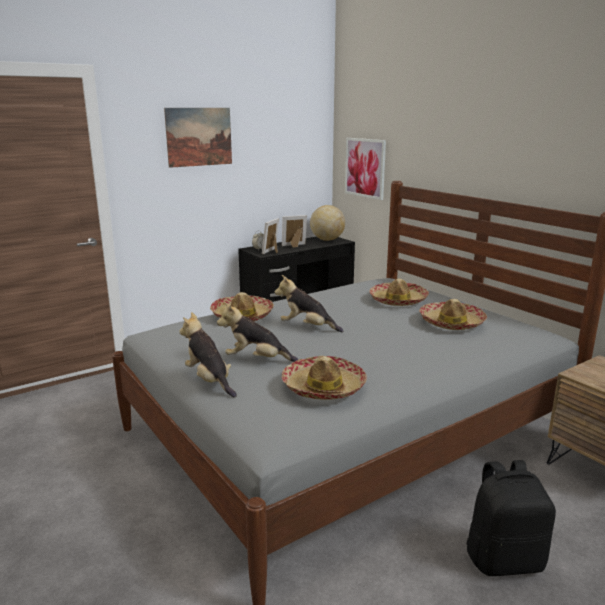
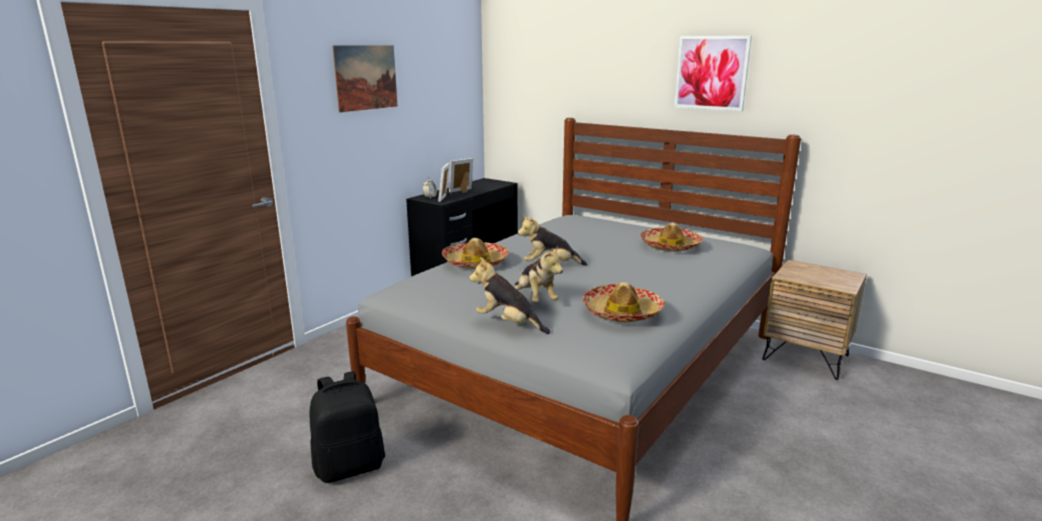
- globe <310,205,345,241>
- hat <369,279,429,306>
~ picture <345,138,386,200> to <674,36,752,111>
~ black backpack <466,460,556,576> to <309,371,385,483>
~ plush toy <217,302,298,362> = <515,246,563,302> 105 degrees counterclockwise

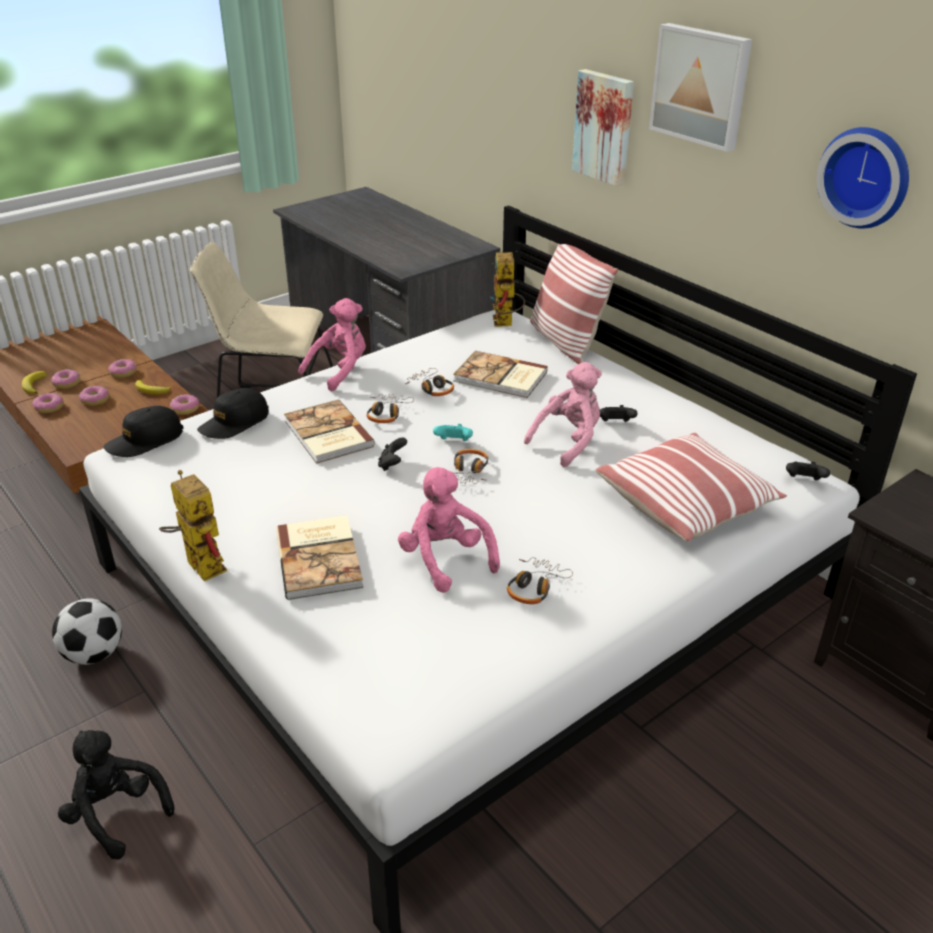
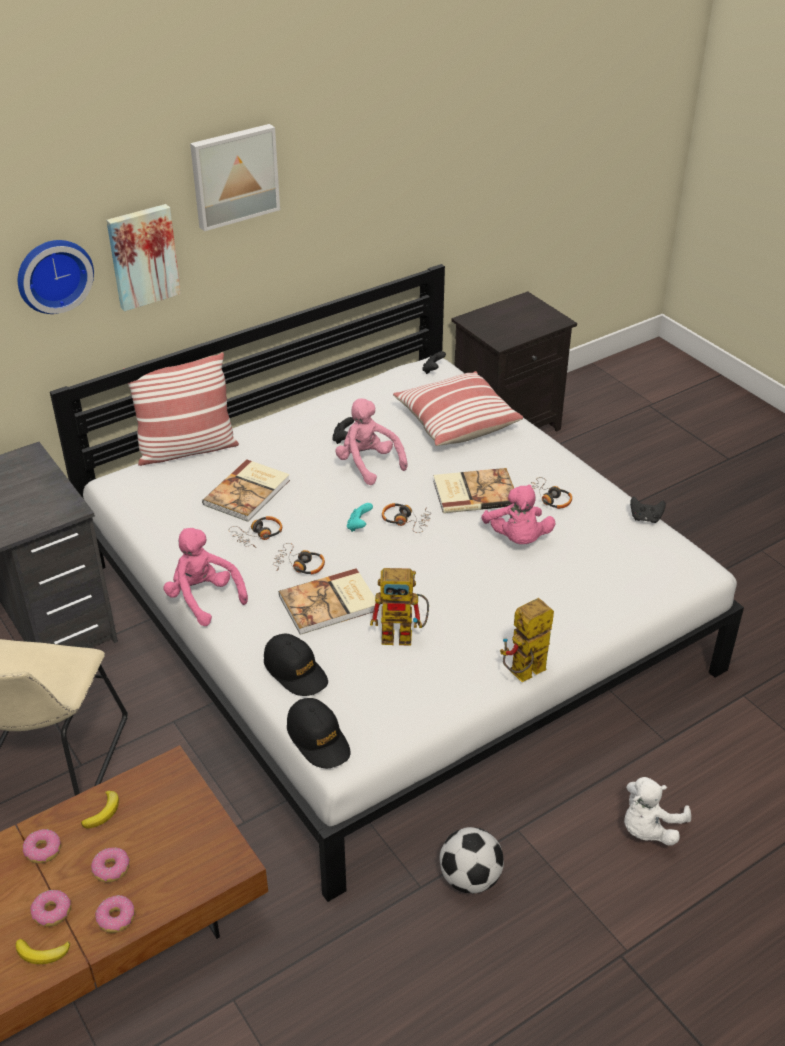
- donut <170,394,199,415>
~ book <276,515,363,600> to <433,468,514,513>
~ black game controller <378,437,407,471> to <630,497,666,523>
~ toy robot <490,252,525,327> to <370,568,429,646>
~ wall clock <817,127,909,229> to <18,240,94,314>
~ black plush toy <58,730,174,859> to white plush toy <624,777,691,846>
~ pink plush toy <398,467,500,593> = <481,484,555,544> 75 degrees counterclockwise

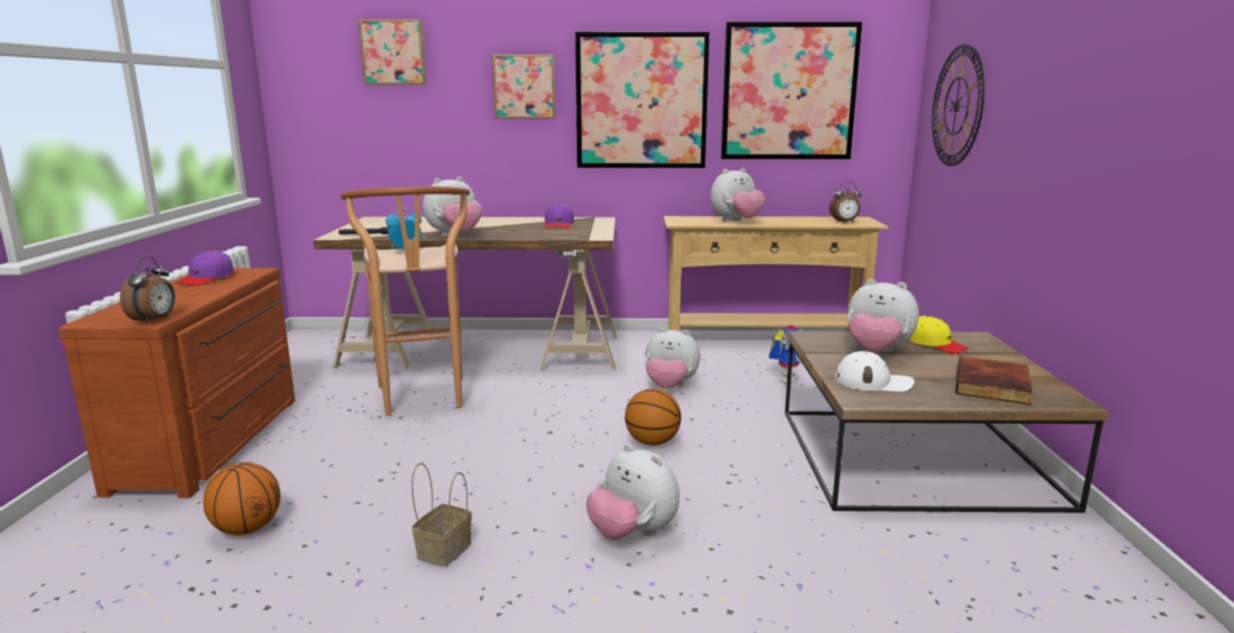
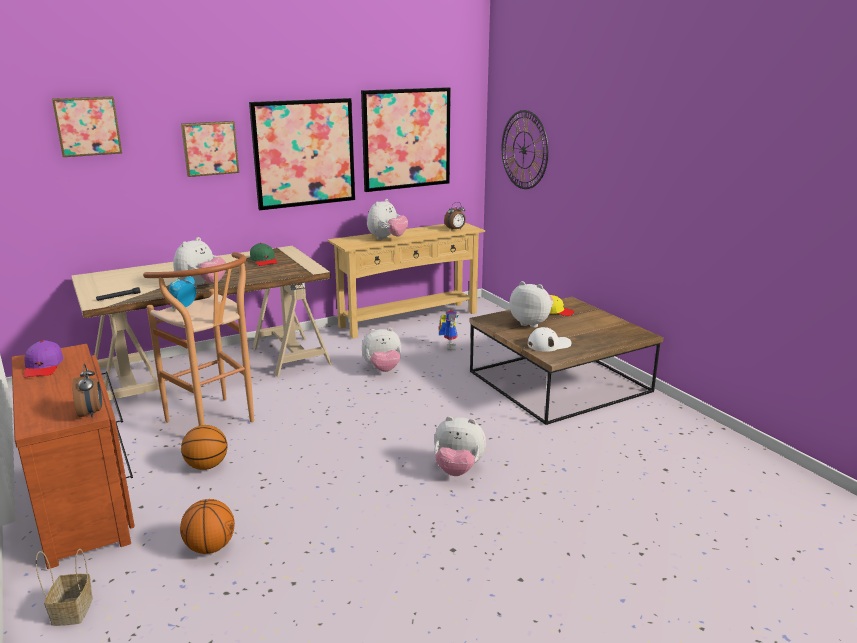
- book <956,356,1033,405>
~ basket <412,463,472,567> to <36,549,93,626>
~ basketball <625,389,681,445> to <181,425,227,470>
~ purple cap <545,203,574,228> to green cap <250,243,277,266>
~ plush toy <847,279,919,352> = <510,281,554,328> 150 degrees counterclockwise

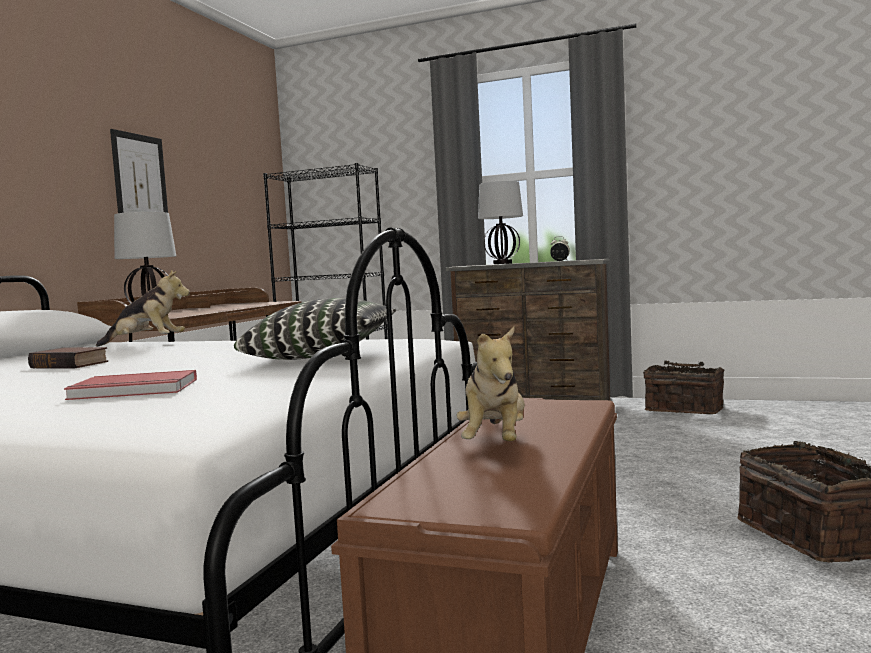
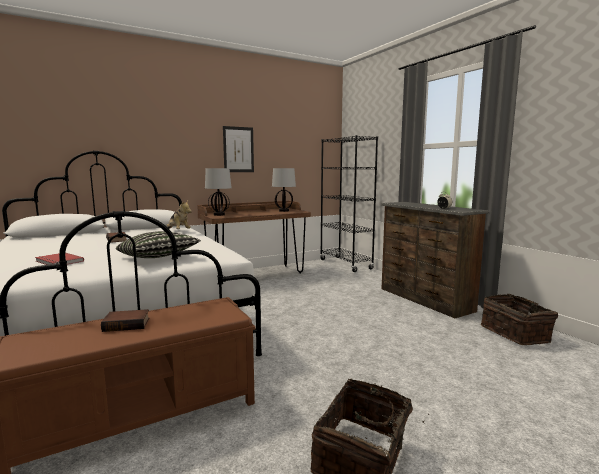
~ table lamp <478,181,523,264> to <272,168,296,212>
~ plush toy <456,327,525,441> to book <101,309,150,332>

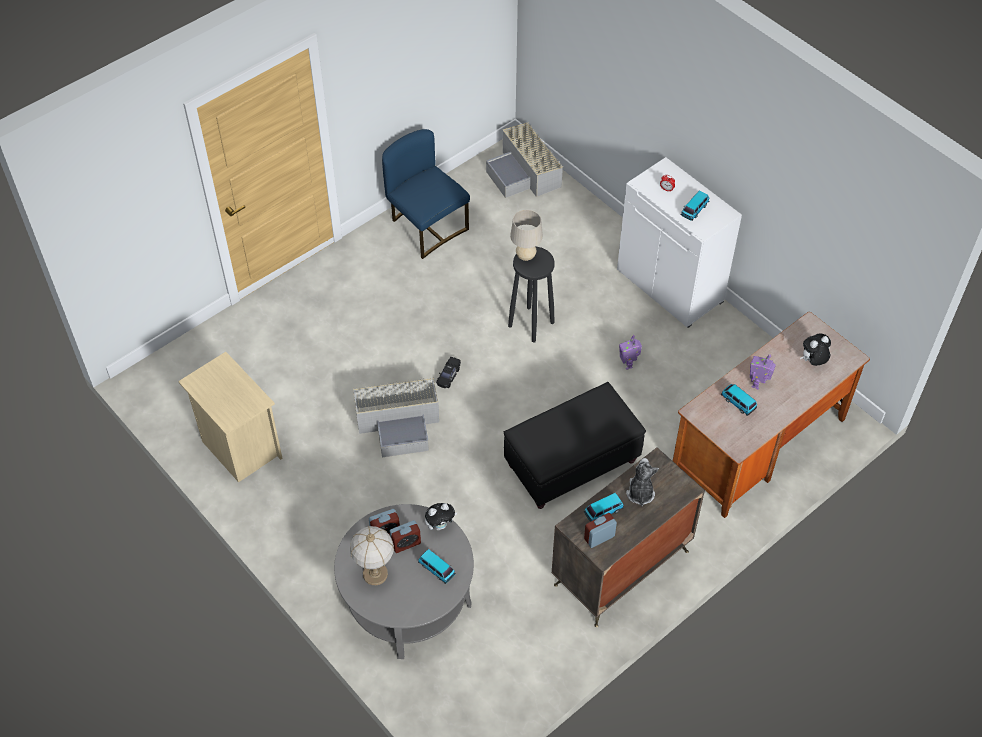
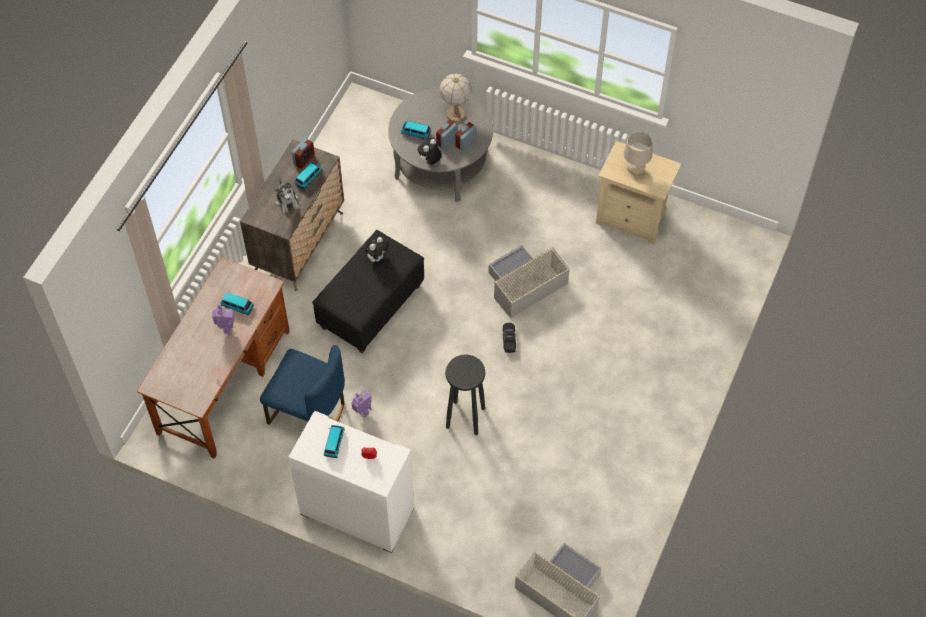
~ blue chair <382,129,470,259> to <260,345,345,425>
~ beige table lamp <510,210,543,261> to <624,132,652,175>
~ plush toy <800,334,831,366> to <365,237,389,262>

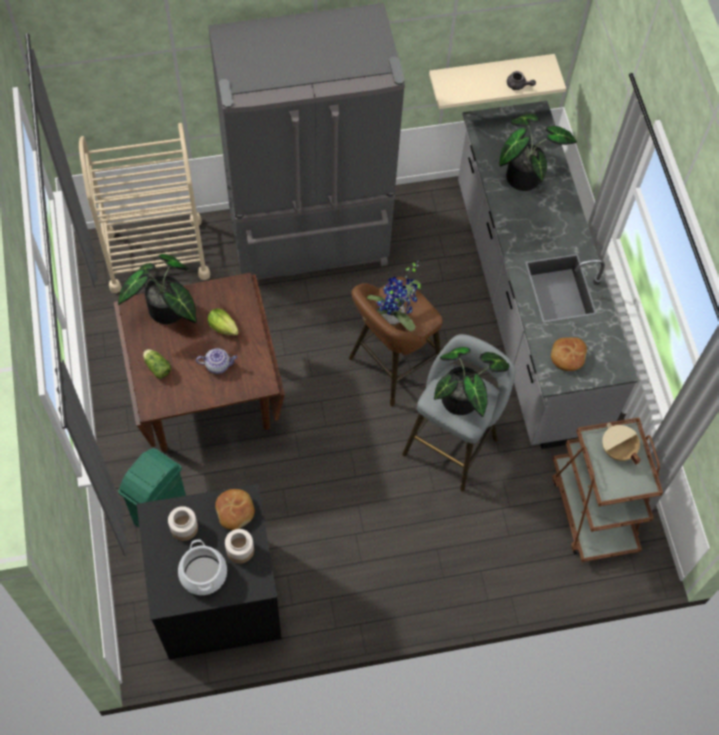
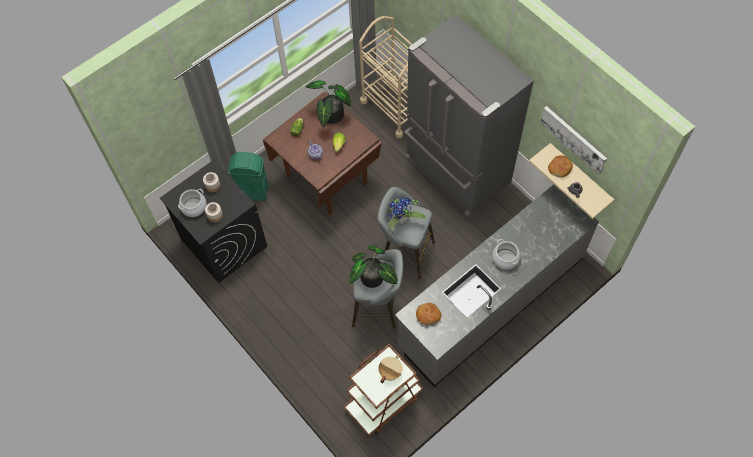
- potted plant <499,114,577,191>
+ cooking pot <492,239,520,270>
+ picture <540,106,607,174>
~ bread <215,489,255,530> to <548,155,573,177>
~ brown stool <349,277,443,406> to grey stool <377,187,435,279>

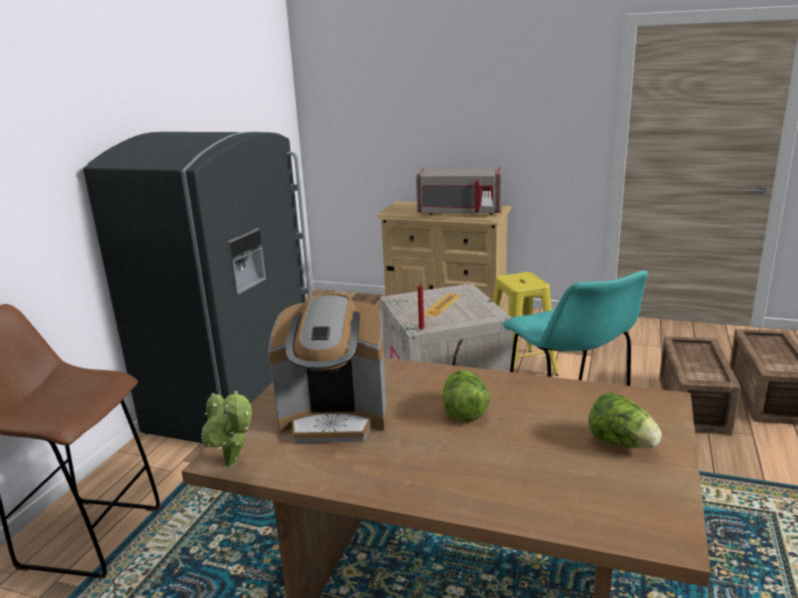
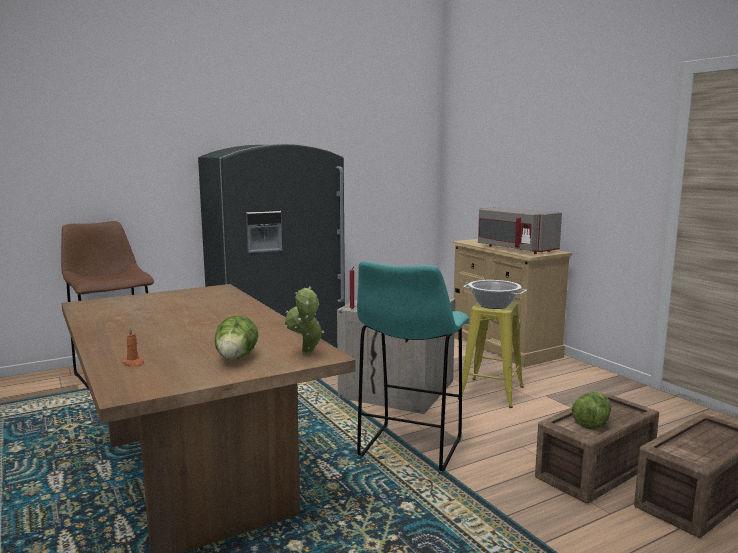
- coffee machine <268,294,388,443>
+ orange candle <122,327,144,367>
+ cooking pot <463,280,527,309>
~ potted plant <202,391,252,468> to <285,286,324,355>
~ lettuce <443,370,490,422> to <572,392,611,429>

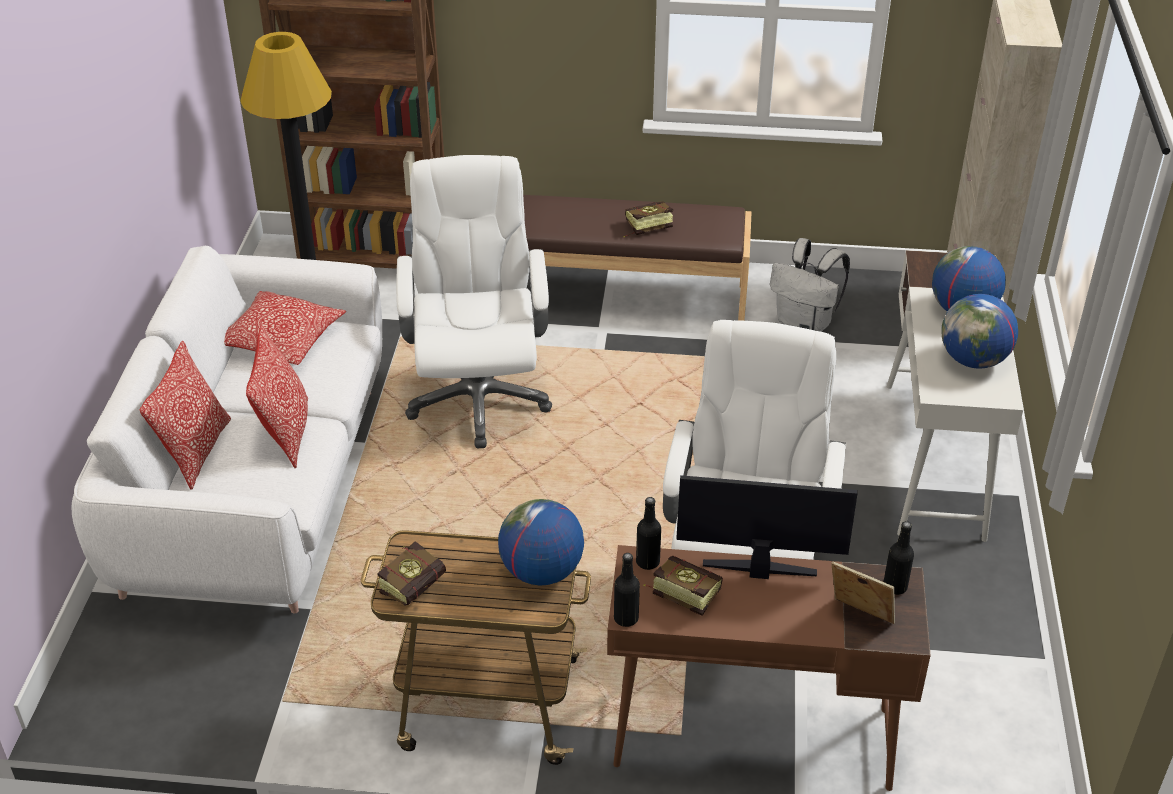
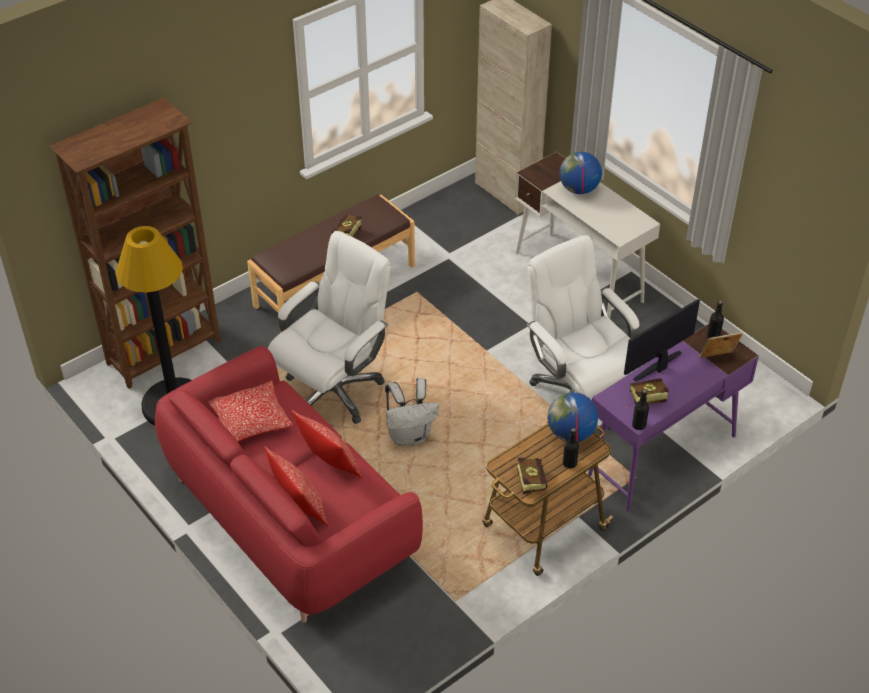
- globe <941,294,1018,369>
~ black bottle <636,497,661,570> to <563,428,579,469>
~ white backpack <770,238,850,332> to <385,377,439,446>
~ white sofa <71,246,382,613> to red sofa <155,346,423,623>
~ brown desk <607,545,931,791> to purple desk <588,324,759,511>
~ white office chair <396,155,552,449> = <268,231,391,424> 90 degrees clockwise

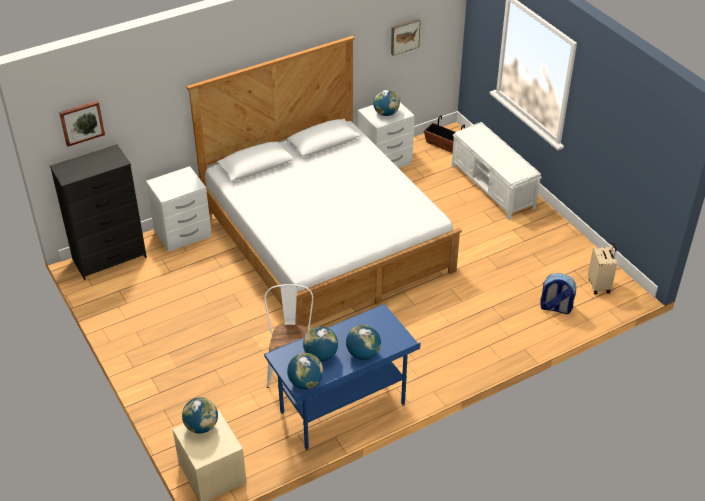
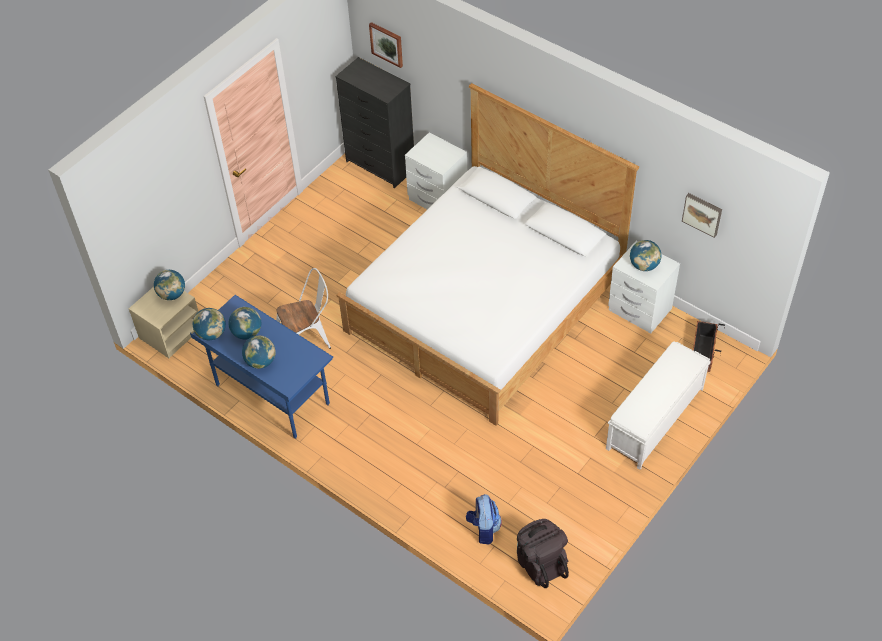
~ beige suitcase <588,243,617,294> to black backpack <517,519,569,588>

